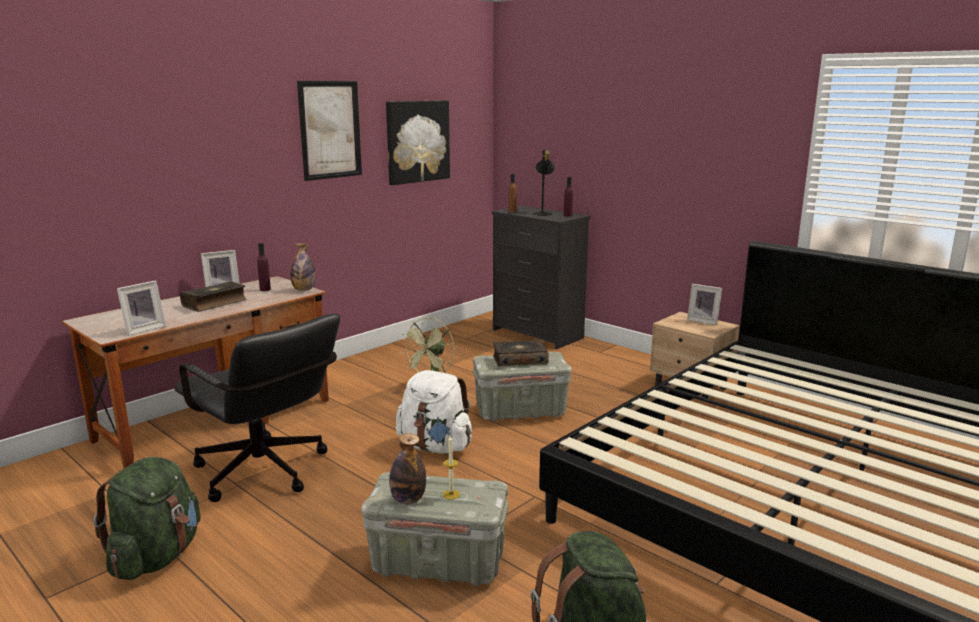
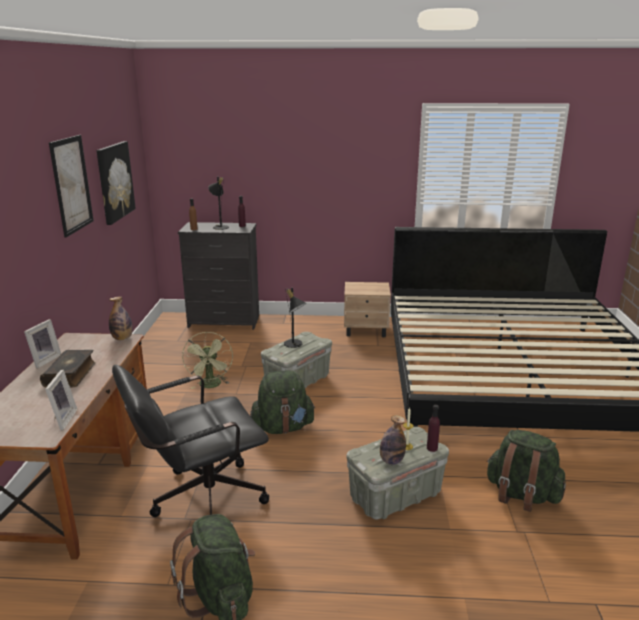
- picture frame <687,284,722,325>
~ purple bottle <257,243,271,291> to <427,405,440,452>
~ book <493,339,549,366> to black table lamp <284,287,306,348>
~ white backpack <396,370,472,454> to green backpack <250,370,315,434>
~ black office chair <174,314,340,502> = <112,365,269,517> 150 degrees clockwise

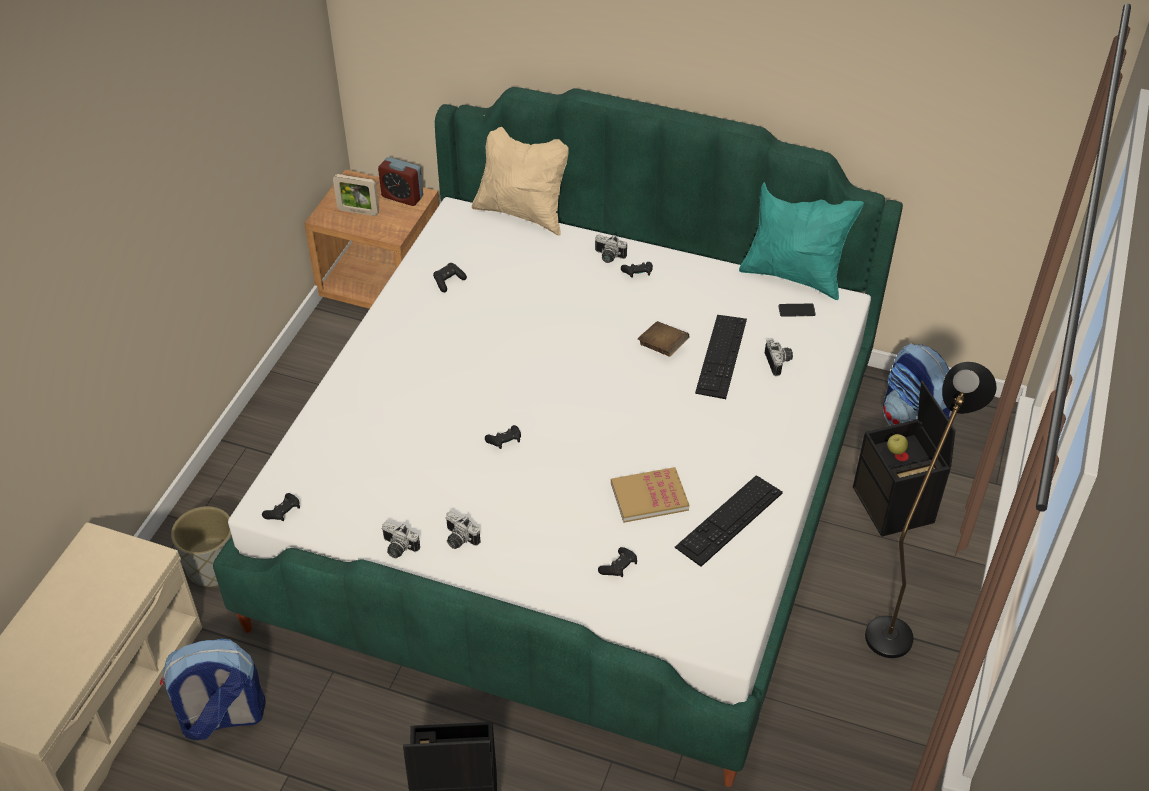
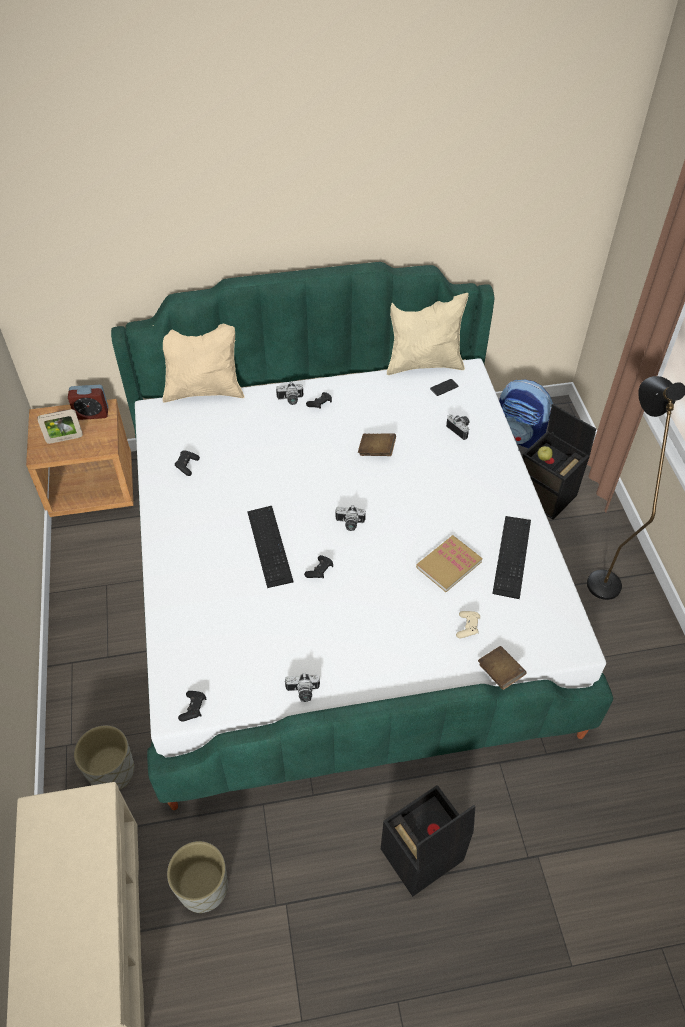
+ brown book <478,646,527,690>
~ photo camera <445,511,480,549> to <335,505,366,531>
~ keyboard <695,315,747,399> to <247,506,294,588>
~ backpack <160,639,266,741> to grey planter <167,841,228,913>
~ black game controller <598,547,637,577> to beige game controller <456,611,480,638>
~ turquoise pillow <739,182,864,300> to beige pillow <387,293,469,375>

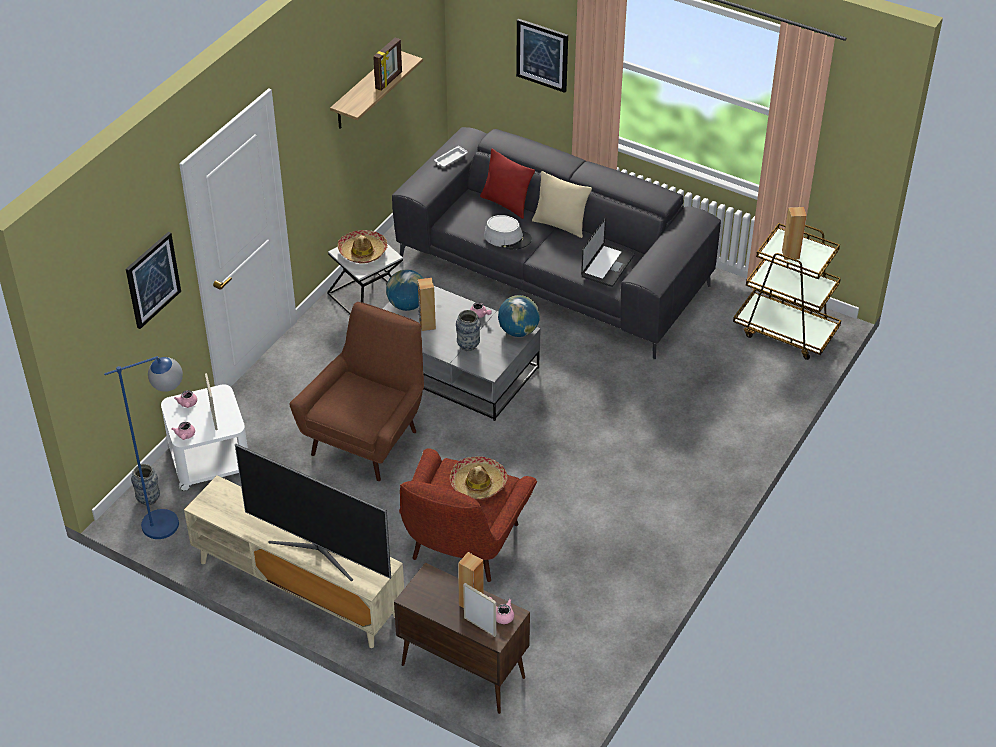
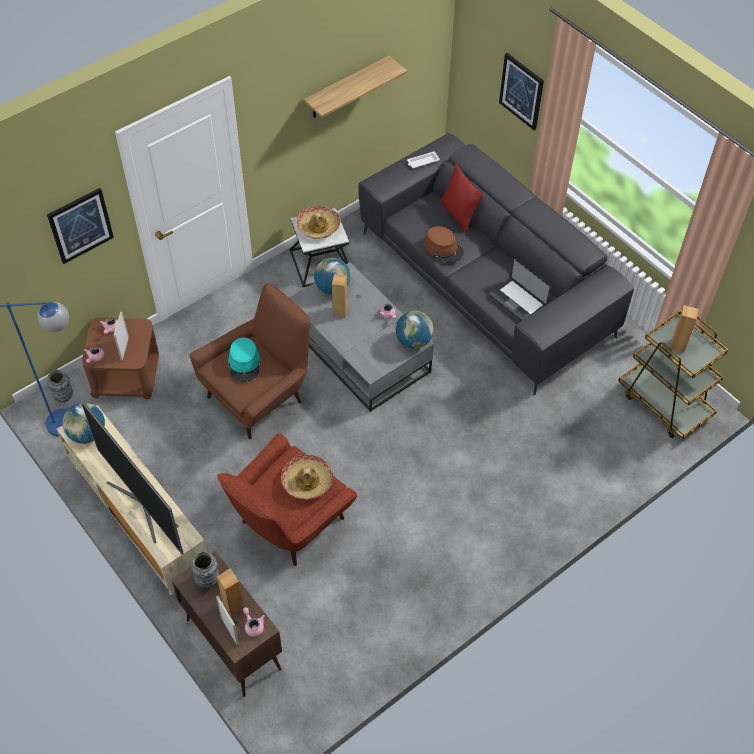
- picture frame <373,38,402,91>
- beige pillow <532,171,592,238>
+ globe <63,403,105,444>
+ turquoise hat <228,337,261,382>
~ vase <456,310,481,351> to <190,551,219,588>
~ white side table <161,384,248,491> to brown side table <82,318,159,399>
~ grey hat <484,215,532,250> to brown hat <424,226,464,262>
~ laptop <581,218,635,287> = <489,258,551,321> 90 degrees clockwise

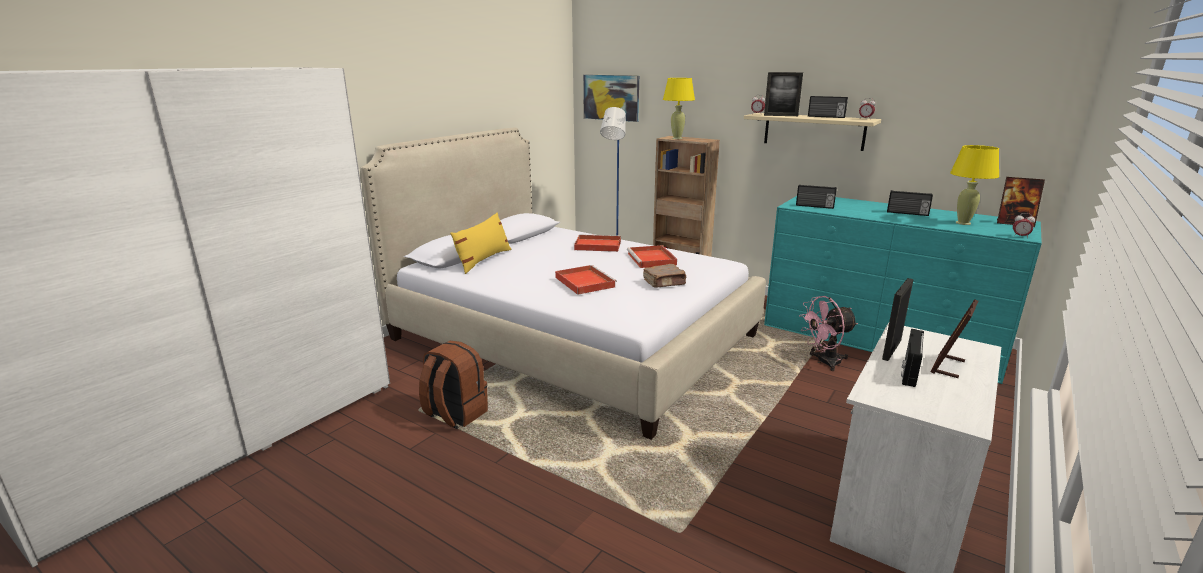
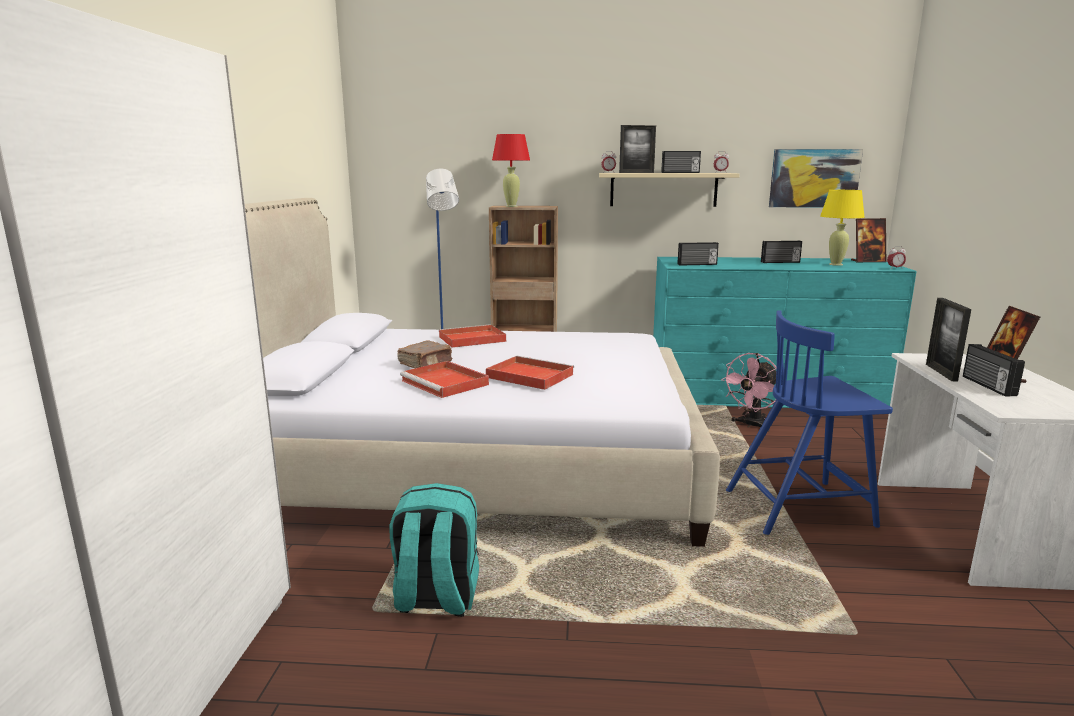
- yellow pillow <450,213,511,274>
+ blue chair <726,310,893,535>
~ picture <583,75,639,122> to <769,149,863,208>
~ red tray <627,245,677,268> to <400,361,489,398>
~ brown book <643,264,686,288> to <397,341,452,368>
~ brown backpack <419,341,488,429> to turquoise backpack <389,483,479,617>
~ yellow table lamp <663,78,695,139> to red table lamp <492,134,530,207>

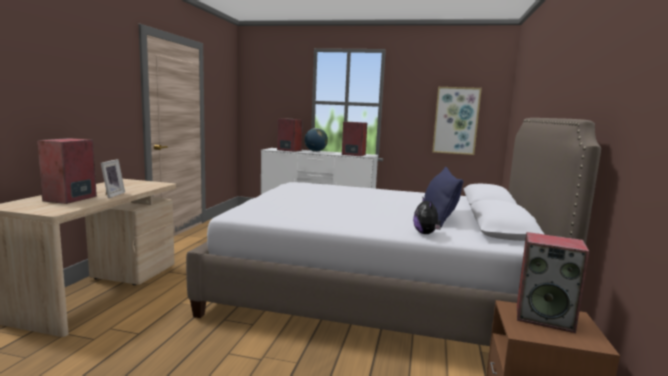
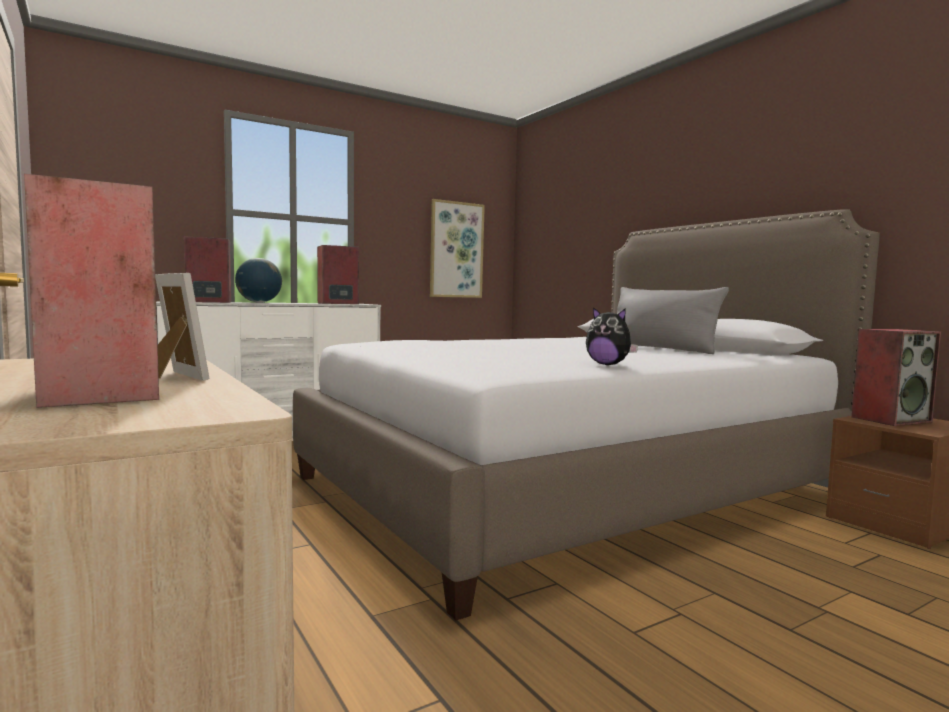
~ plush toy <413,196,441,234> to <586,307,638,365>
~ blue pillow <424,167,463,227> to grey pillow <617,287,729,354>

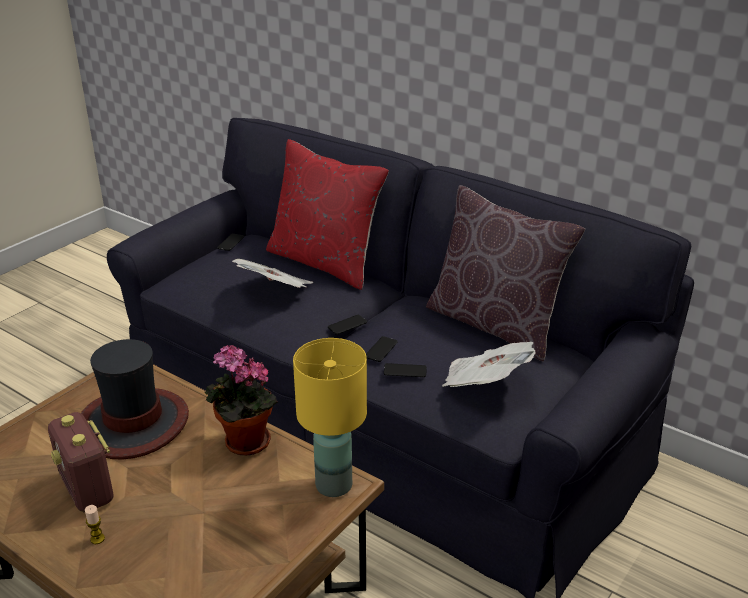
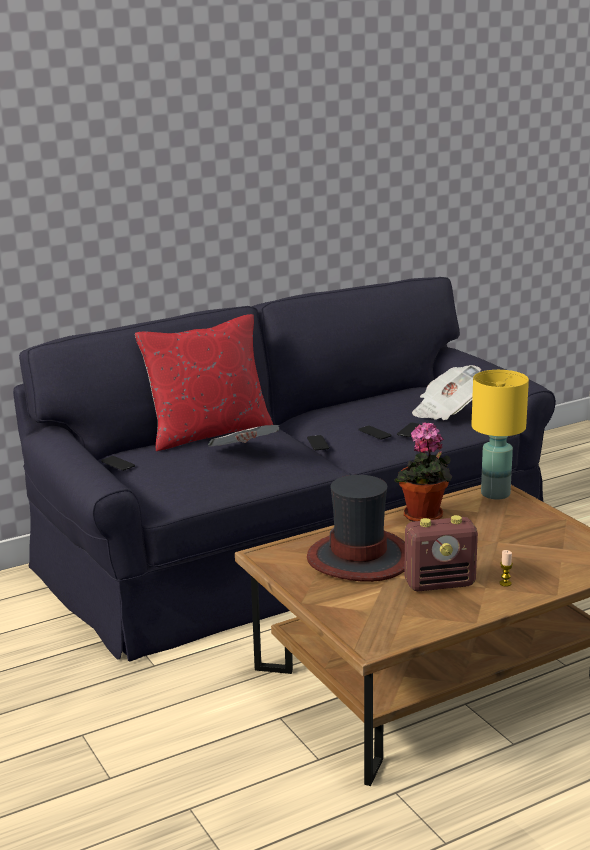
- brown pillow <426,185,585,361>

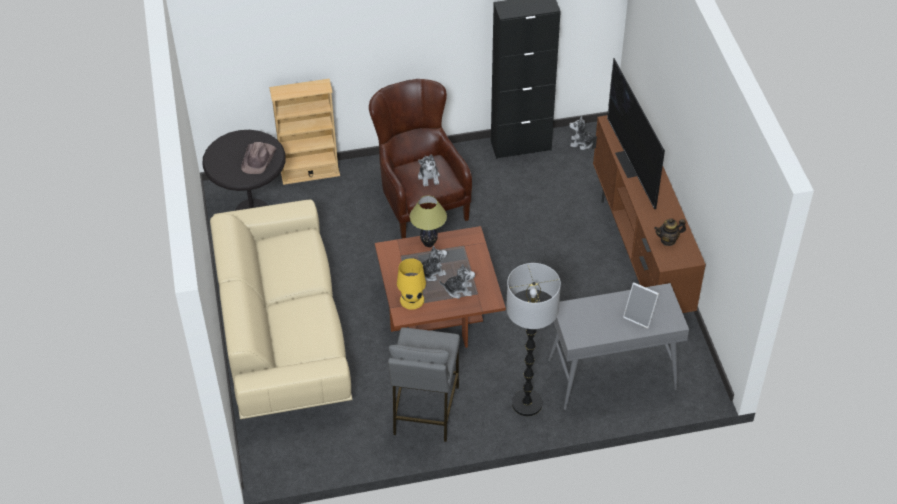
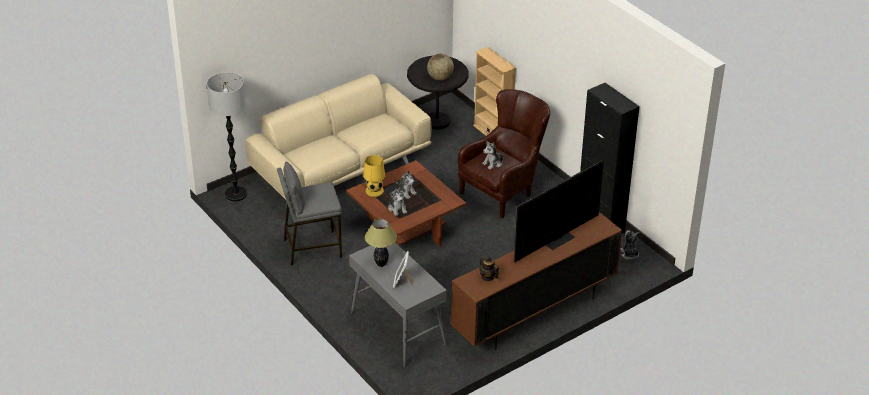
~ table lamp <410,196,447,247> to <365,219,397,267>
~ floor lamp <506,263,561,416> to <207,72,247,202>
~ brown hat <241,142,277,174> to globe <427,54,454,81>

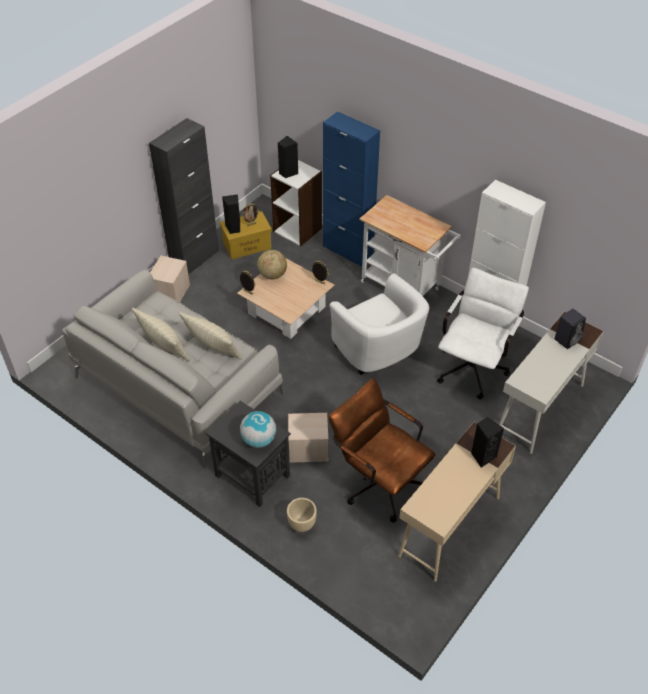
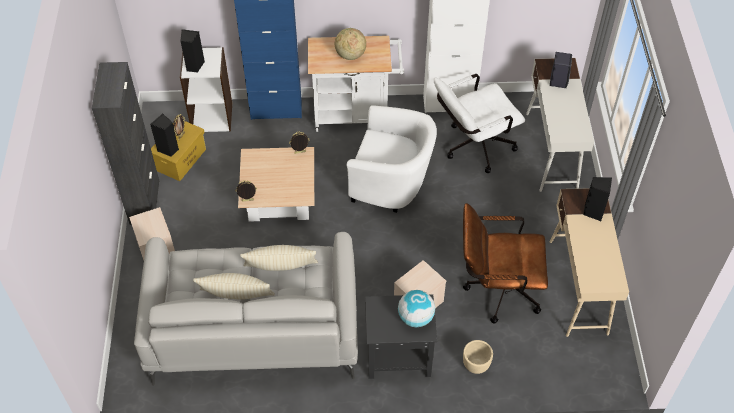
~ globe <257,250,287,280> to <335,28,366,60>
~ white office chair <437,268,529,399> = <434,74,525,173> 105 degrees counterclockwise

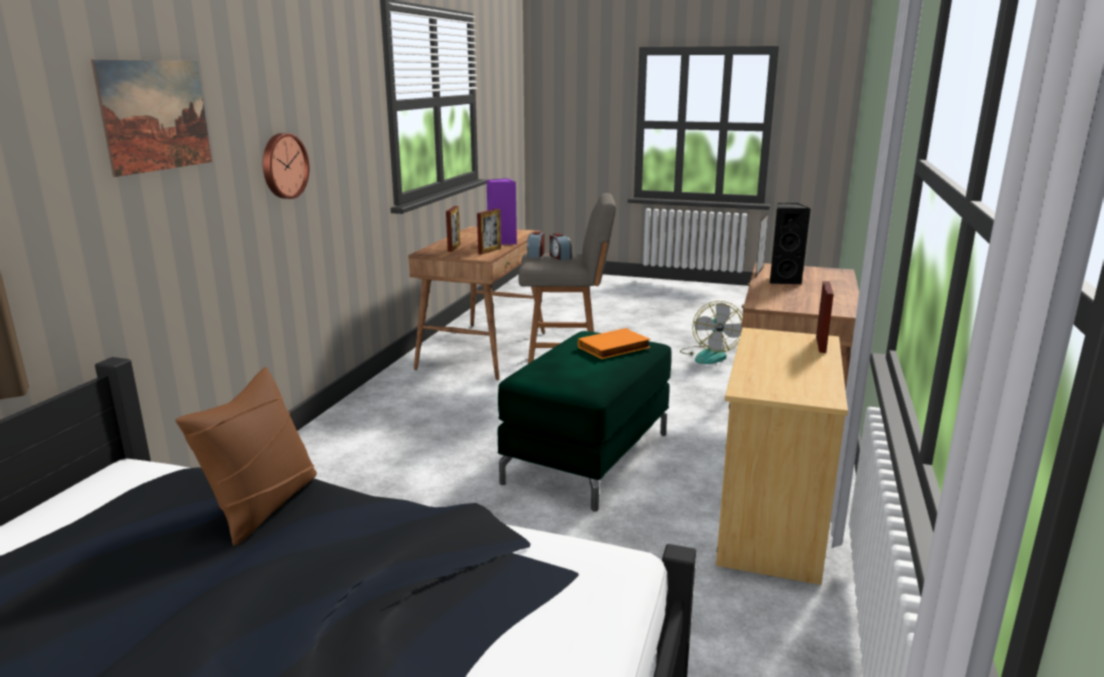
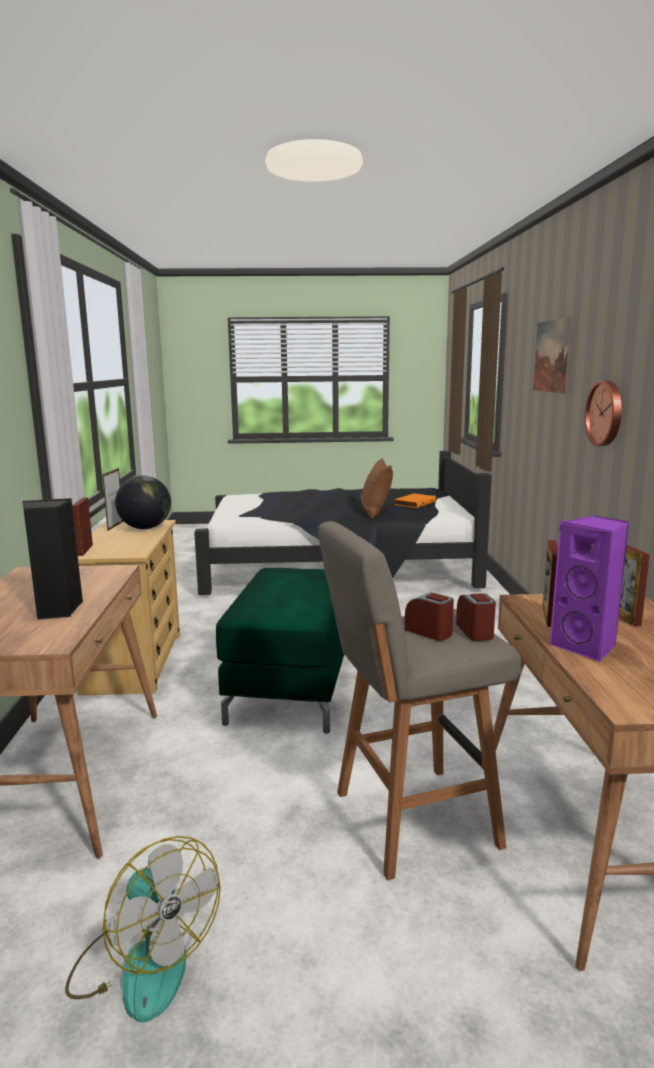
+ globe <115,475,171,529>
~ orange book <578,328,651,359> to <394,493,436,508>
~ picture frame <755,213,768,278> to <102,468,124,531>
~ fan <680,301,743,364> = <65,836,221,1022> 150 degrees clockwise

